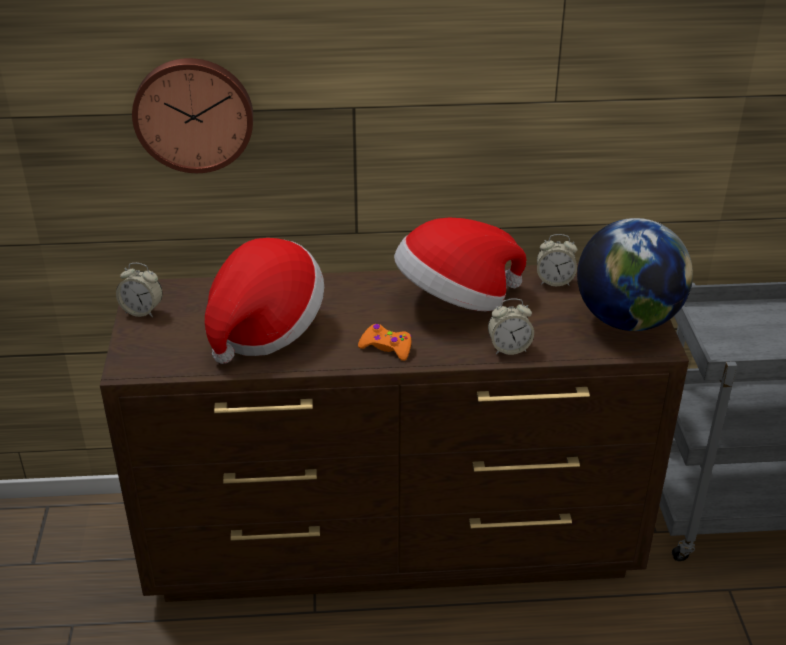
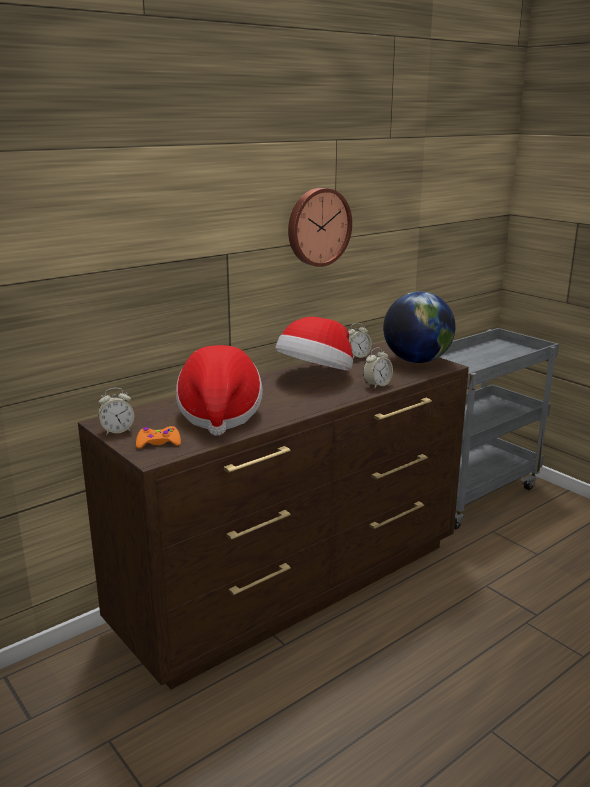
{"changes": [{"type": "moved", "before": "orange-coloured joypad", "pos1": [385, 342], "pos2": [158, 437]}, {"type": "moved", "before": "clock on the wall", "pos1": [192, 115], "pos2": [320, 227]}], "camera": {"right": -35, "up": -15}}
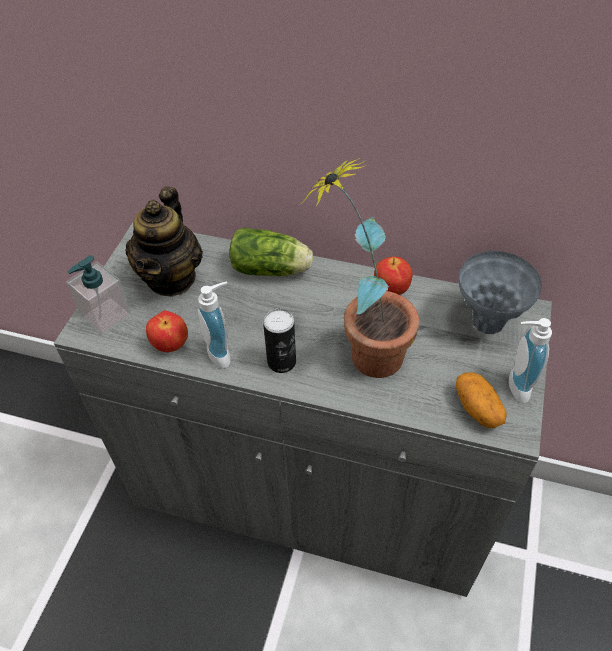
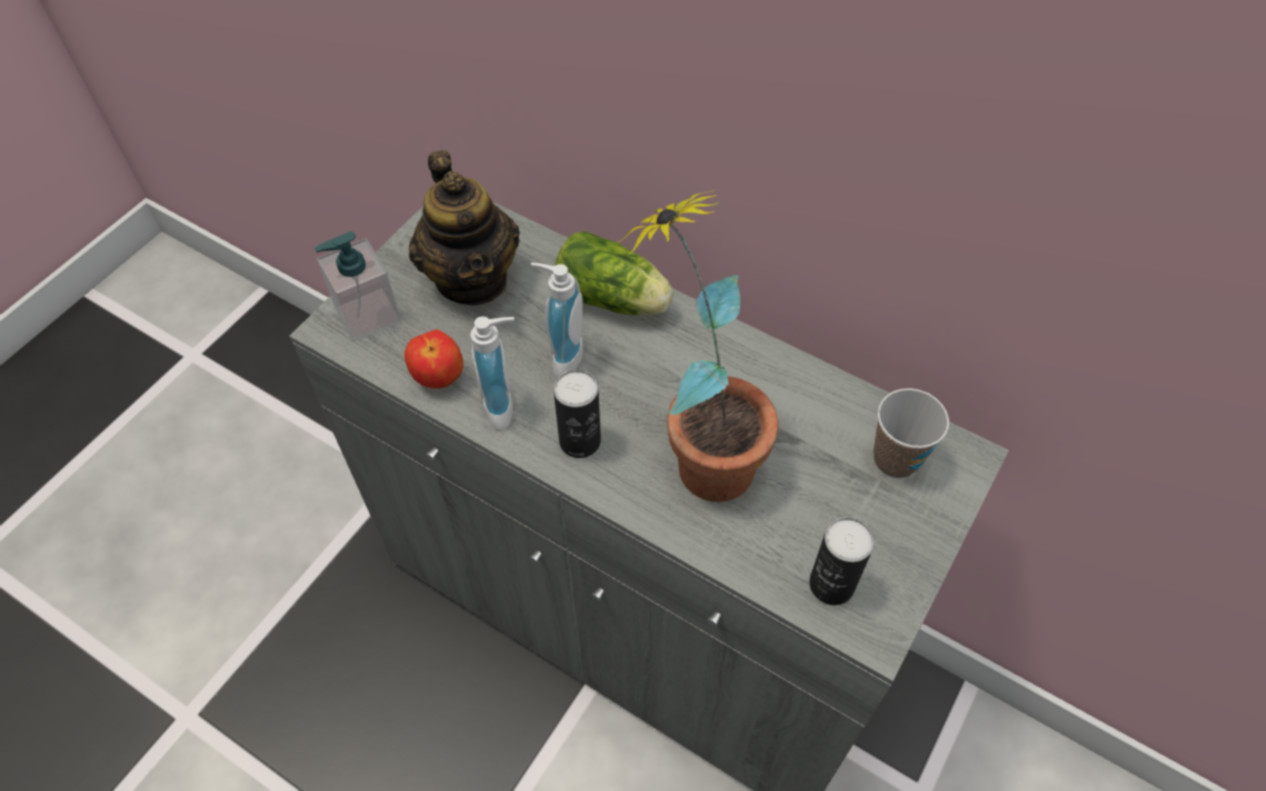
{"changes": [{"type": "turned", "before": "teapot", "pos1": [164, 241], "pos2": [464, 228], "turn": -45}, {"type": "moved", "before": "liquid soap bottle", "pos1": [530, 360], "pos2": [557, 320]}, {"type": "replaced", "before": "whole potato", "after": "sealed can", "pos1": [481, 400], "pos2": [841, 561]}, {"type": "replaced", "before": "grey decorative vase", "after": "small cup", "pos1": [500, 292], "pos2": [911, 433]}, {"type": "removed", "before": "apple", "pos1": [393, 276]}], "camera": {"right": 15, "up": 5}}
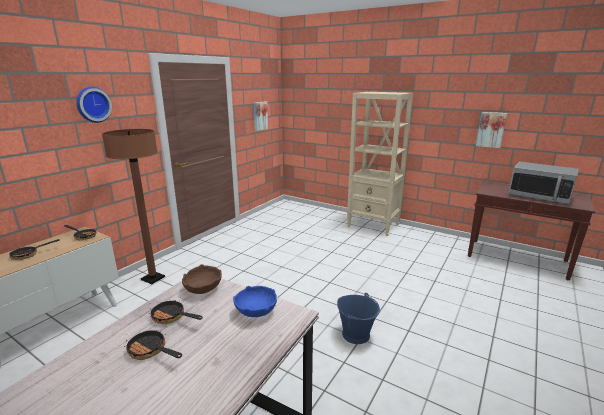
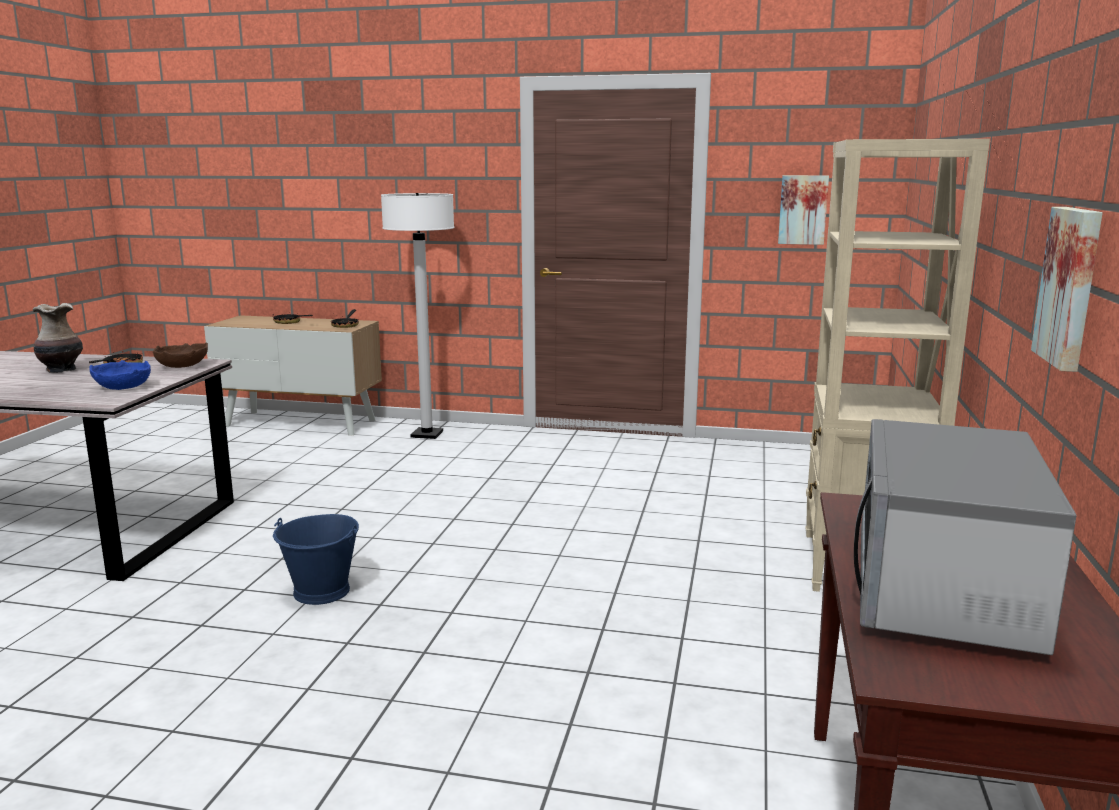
{"changes": [{"type": "replaced", "before": "skillet", "after": "decorative vase", "pos1": [153, 345], "pos2": [58, 338]}, {"type": "recoloured", "before": "brownish floor lamp", "after": "whitish floor lamp", "pos1": [133, 206], "pos2": [417, 316]}, {"type": "removed", "before": "clock on the wall", "pos1": [94, 105]}], "camera": {"right": 70, "up": -5}}
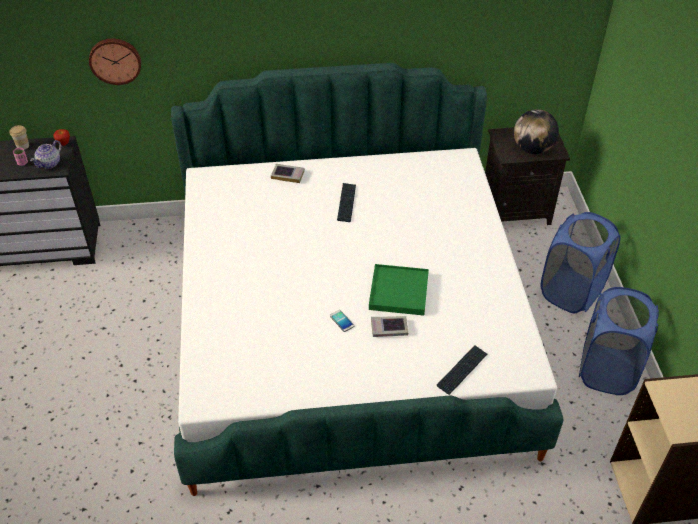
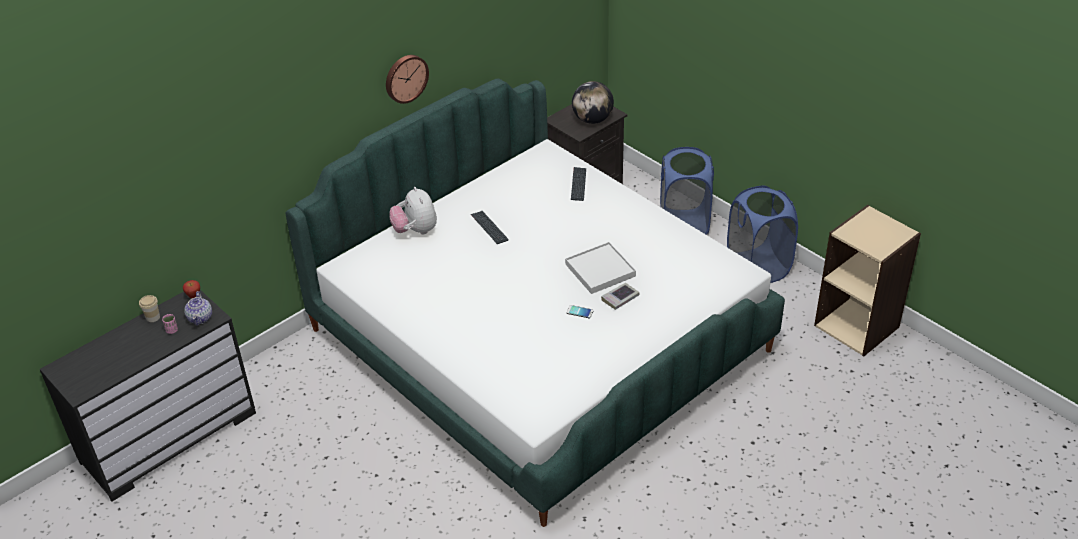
{"changes": [{"type": "moved", "before": "clock on the wall", "pos1": [115, 61], "pos2": [407, 79]}, {"type": "replaced", "before": "volume", "after": "plush toy", "pos1": [288, 173], "pos2": [413, 211]}, {"type": "recoloured", "before": "green-coloured carrying tray", "after": "whitish carrying tray", "pos1": [399, 290], "pos2": [600, 268]}, {"type": "moved", "before": "PC keyboard", "pos1": [461, 370], "pos2": [578, 184]}], "camera": {"right": -35, "up": -5}}
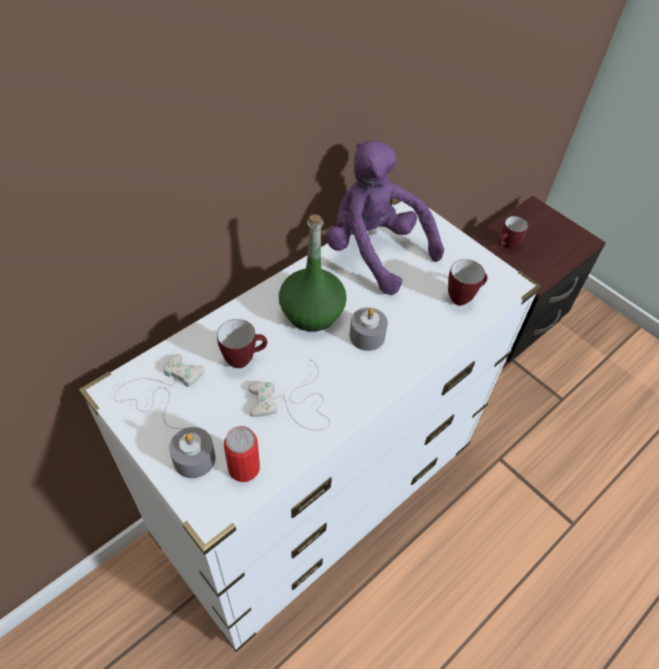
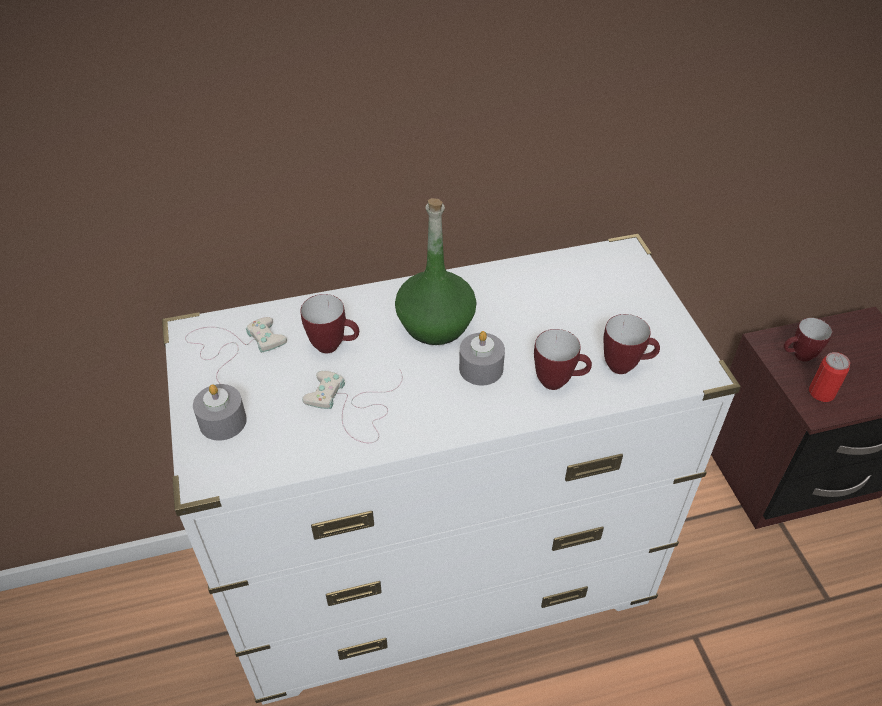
{"changes": [{"type": "added", "after": "tea mug", "pos2": [563, 359]}, {"type": "moved", "before": "sealed can", "pos1": [242, 454], "pos2": [829, 377]}, {"type": "removed", "before": "purple-coloured plush toy", "pos1": [385, 217]}], "camera": {"right": 30, "up": -5}}
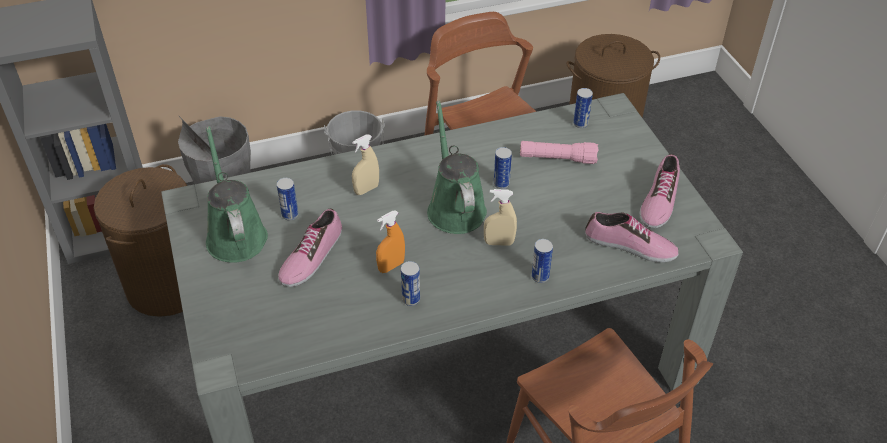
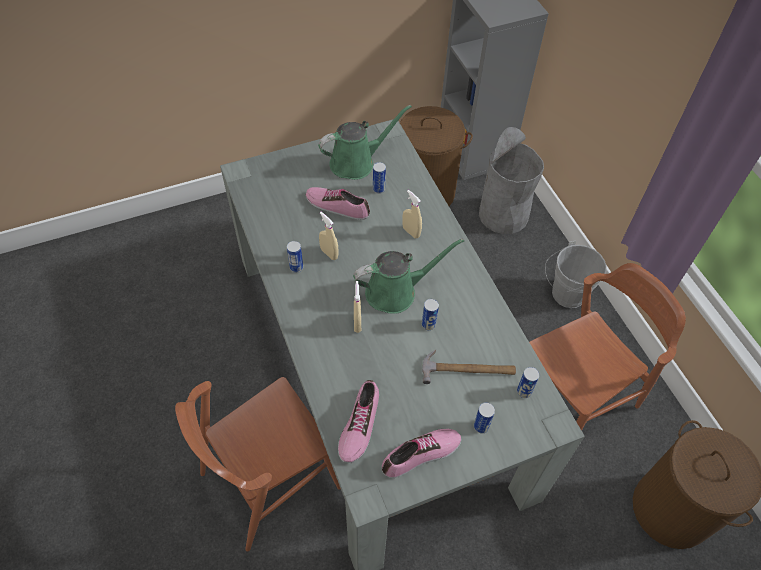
{"changes": [{"type": "recoloured", "before": "orange-coloured hand sprayer", "after": "beige hand sprayer", "pos1": [390, 242], "pos2": [328, 236]}, {"type": "turned", "before": "item of footwear", "pos1": [660, 191], "pos2": [421, 453], "turn": 135}, {"type": "replaced", "before": "pink-coloured torch", "after": "tool hammer", "pos1": [559, 152], "pos2": [469, 367]}, {"type": "moved", "before": "sealed can", "pos1": [542, 261], "pos2": [484, 417]}], "camera": {"right": 85, "up": 10}}
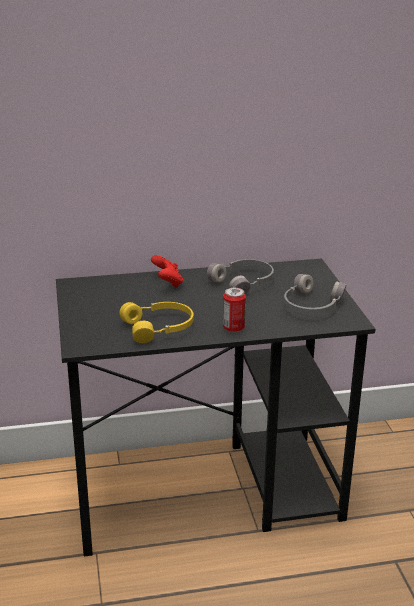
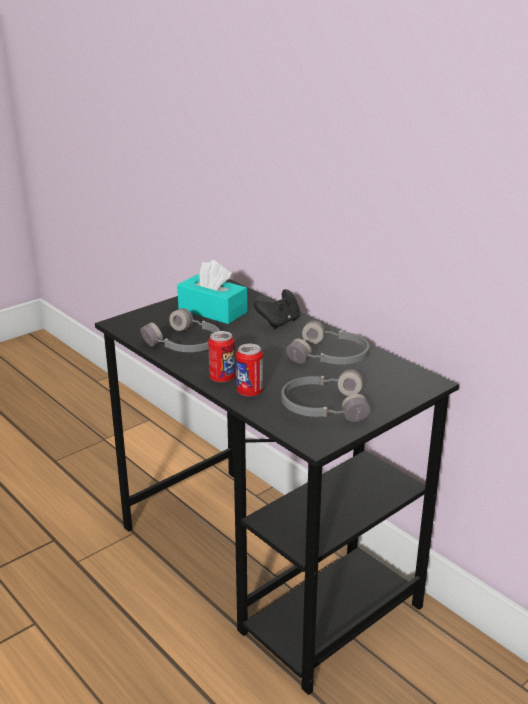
{"changes": [{"type": "recoloured", "before": "yellow-coloured pair of headphones", "after": "grey pair of headphones", "pos1": [156, 322], "pos2": [180, 330]}, {"type": "added", "after": "blue-green tissue holder", "pos2": [212, 292]}, {"type": "added", "after": "sealed can", "pos2": [249, 370]}, {"type": "recoloured", "before": "reddish joypad", "after": "black joypad", "pos1": [167, 271], "pos2": [277, 309]}], "camera": {"right": 60, "up": 0}}
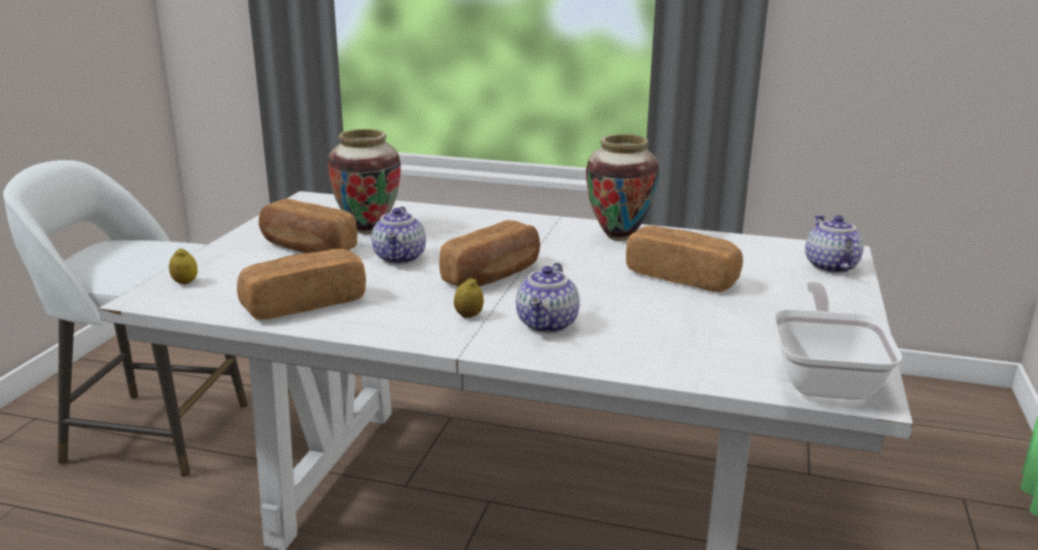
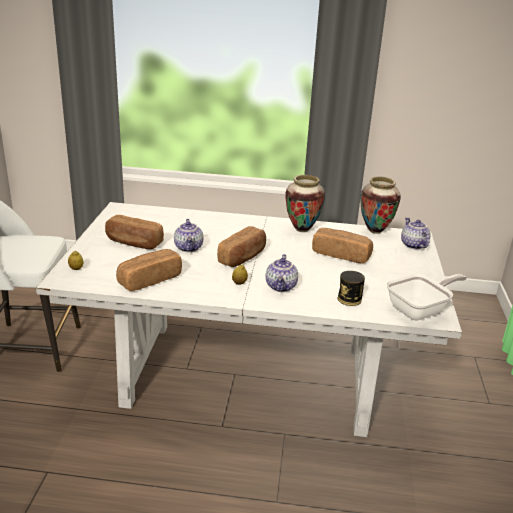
{"changes": [{"type": "added", "after": "sealed can", "pos2": [351, 288]}, {"type": "moved", "before": "decorative vase", "pos1": [364, 181], "pos2": [380, 205]}, {"type": "turned", "before": "skillet", "pos1": [837, 340], "pos2": [426, 297], "turn": 60}], "camera": {"right": -10, "up": 5}}
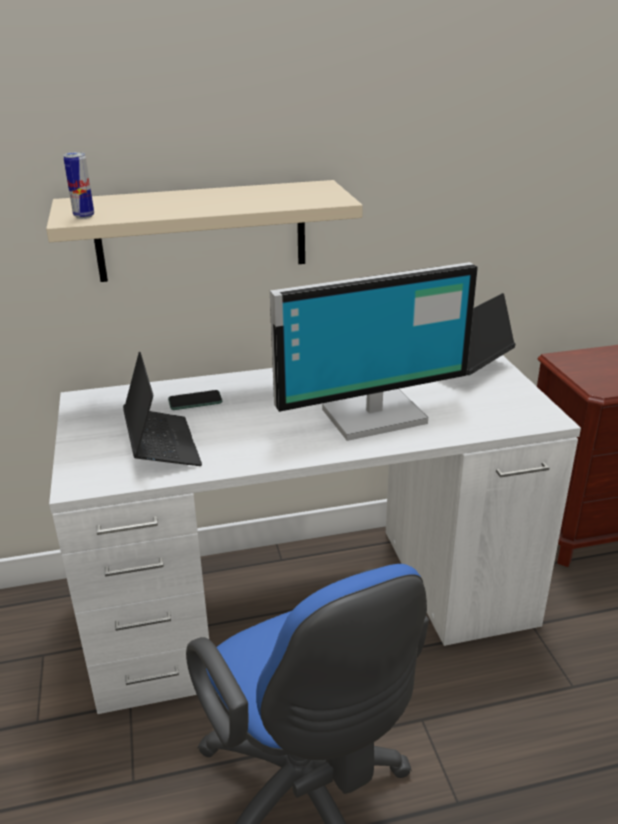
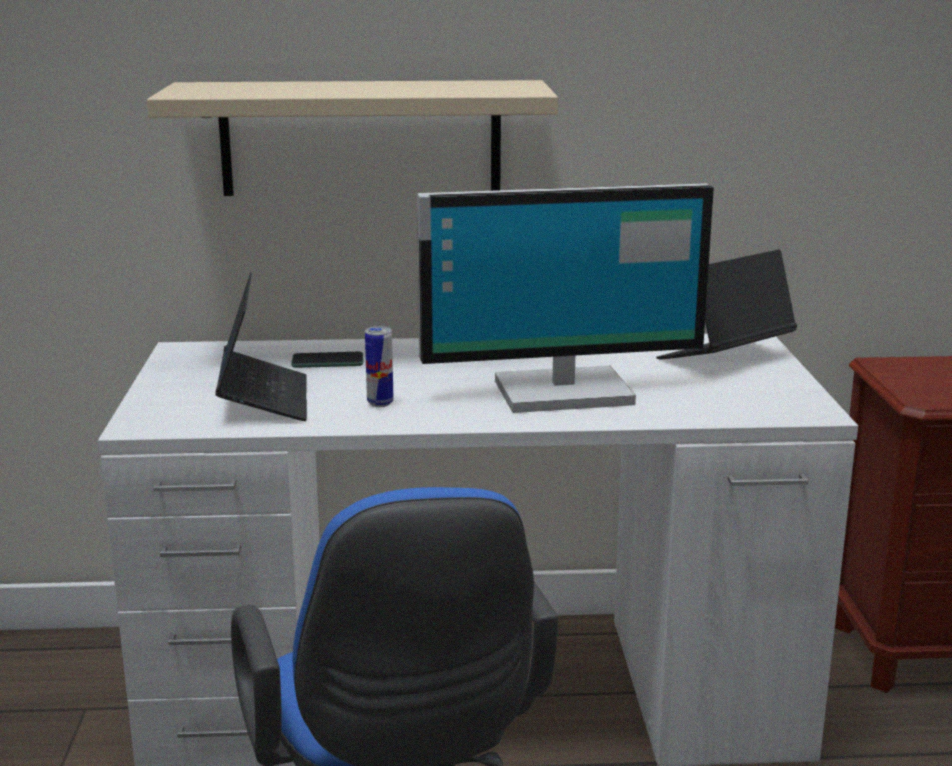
{"changes": [{"type": "moved", "before": "sealed can", "pos1": [78, 185], "pos2": [379, 366]}], "camera": {"right": 10, "up": -10}}
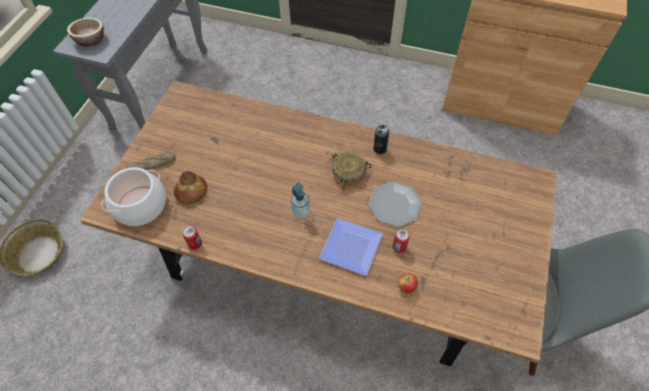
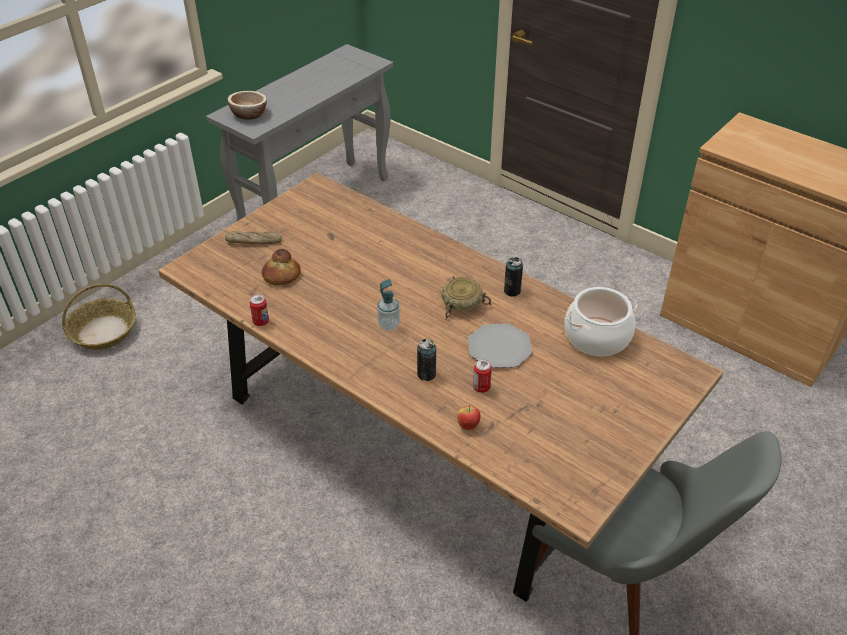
{"changes": [{"type": "replaced", "before": "flat dish", "after": "sealed can", "pos1": [351, 247], "pos2": [426, 360]}, {"type": "moved", "before": "cooking pot", "pos1": [133, 196], "pos2": [600, 321]}], "camera": {"right": 20, "up": -15}}
